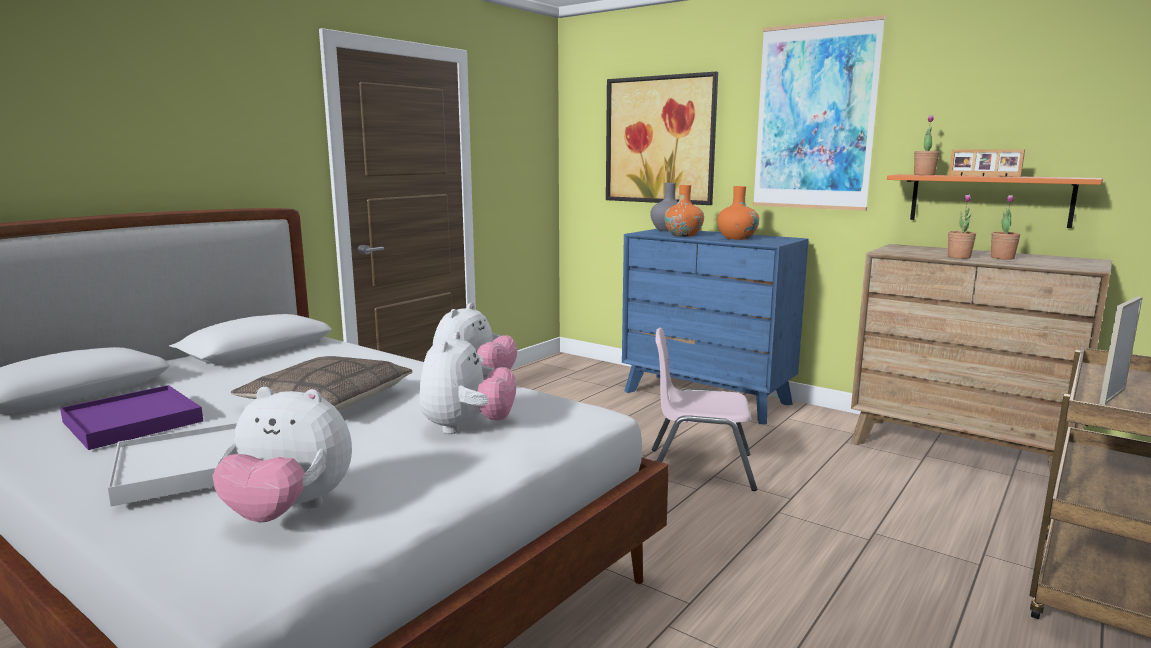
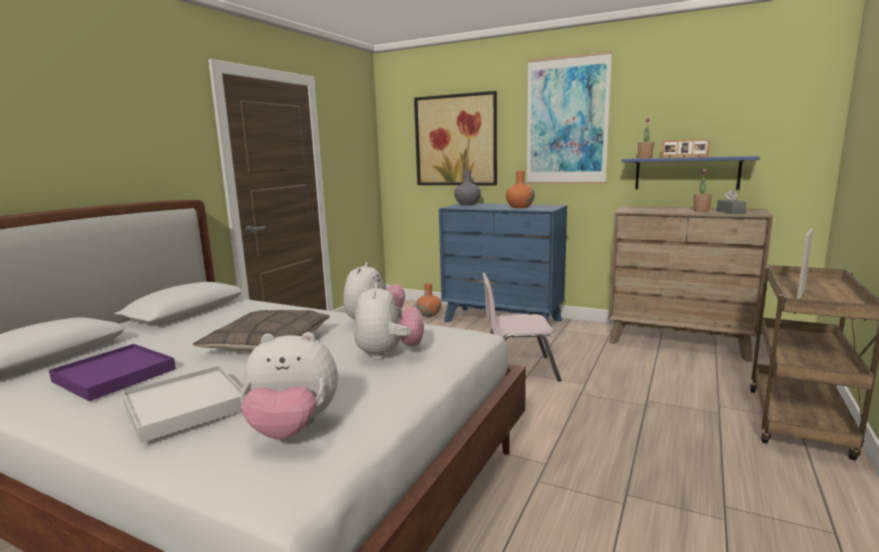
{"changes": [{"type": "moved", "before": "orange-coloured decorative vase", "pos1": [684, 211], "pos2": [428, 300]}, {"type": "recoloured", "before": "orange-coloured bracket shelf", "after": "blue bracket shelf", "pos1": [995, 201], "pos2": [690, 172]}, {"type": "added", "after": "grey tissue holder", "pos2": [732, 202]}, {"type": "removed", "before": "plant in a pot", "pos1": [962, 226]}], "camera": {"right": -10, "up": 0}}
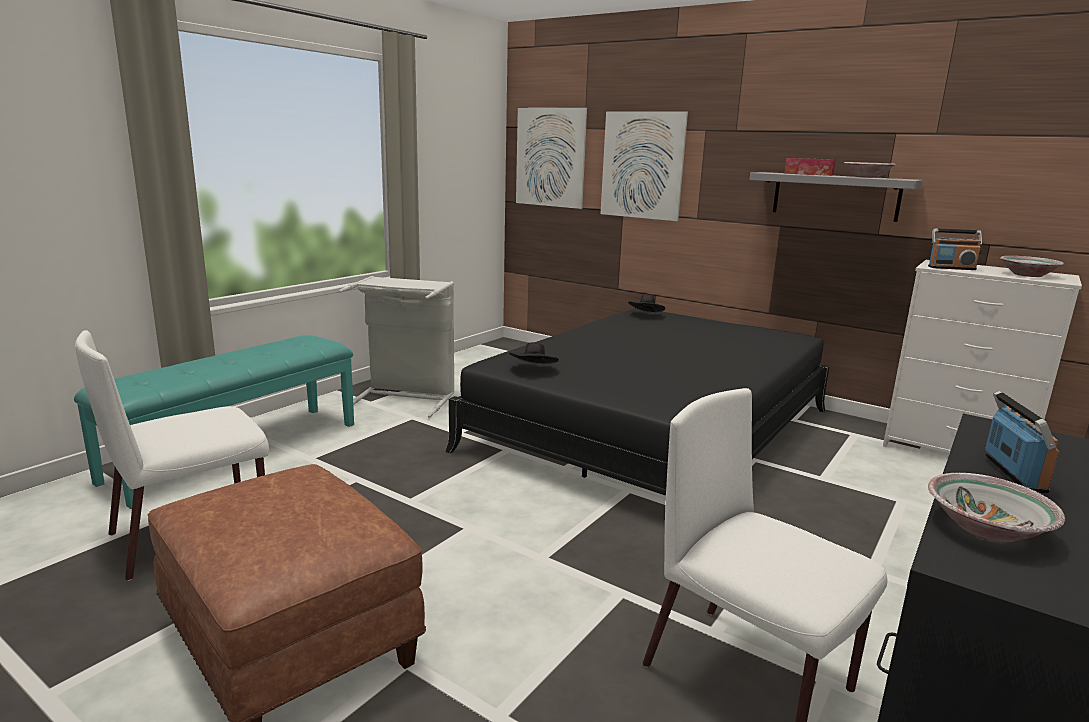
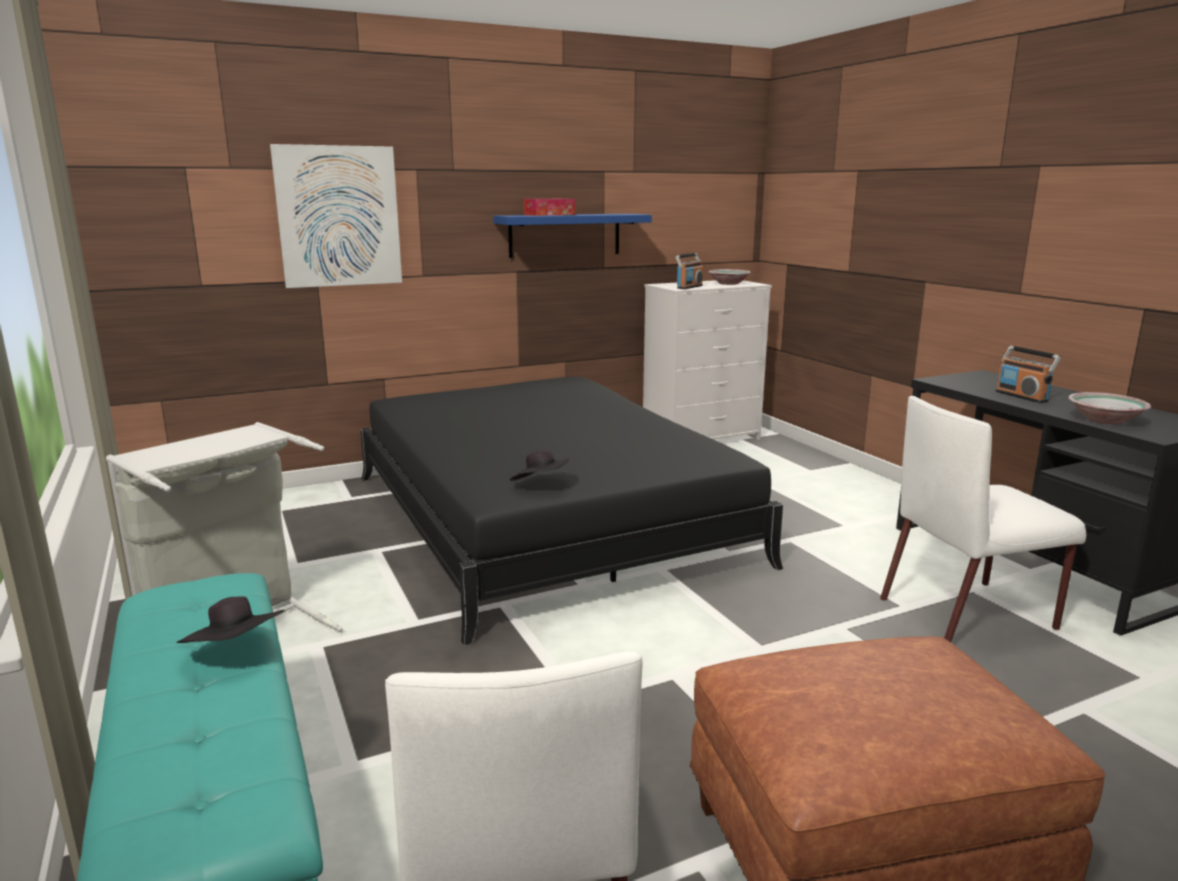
{"changes": [{"type": "moved", "before": "black wearable hat", "pos1": [646, 304], "pos2": [230, 619]}, {"type": "recoloured", "before": "grey bracket shelf", "after": "blue bracket shelf", "pos1": [836, 197], "pos2": [572, 236]}, {"type": "turned", "before": "radio receiver", "pos1": [1022, 442], "pos2": [1028, 374], "turn": -150}, {"type": "removed", "before": "picture", "pos1": [551, 158]}, {"type": "removed", "before": "bowl", "pos1": [870, 170]}], "camera": {"right": -60, "up": 0}}
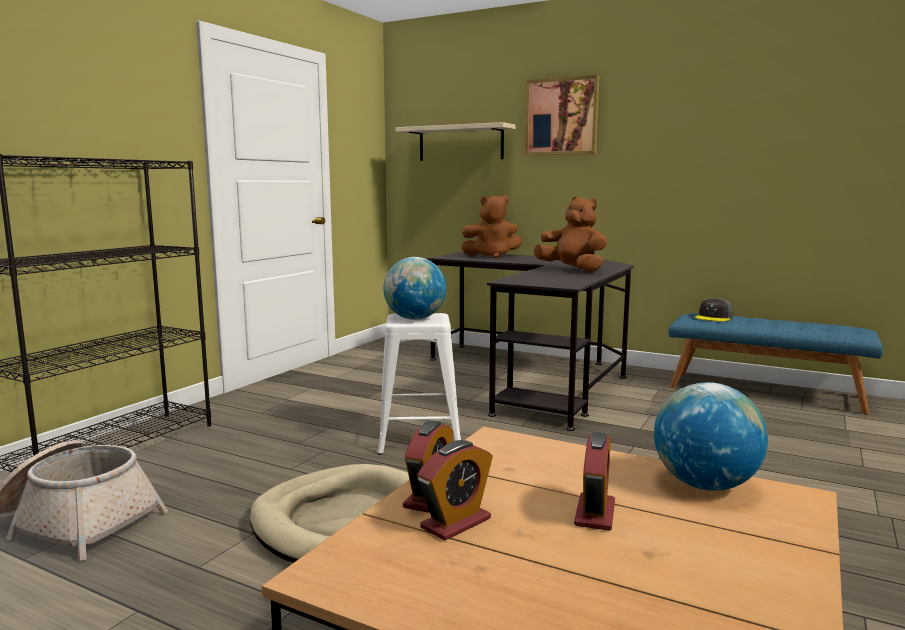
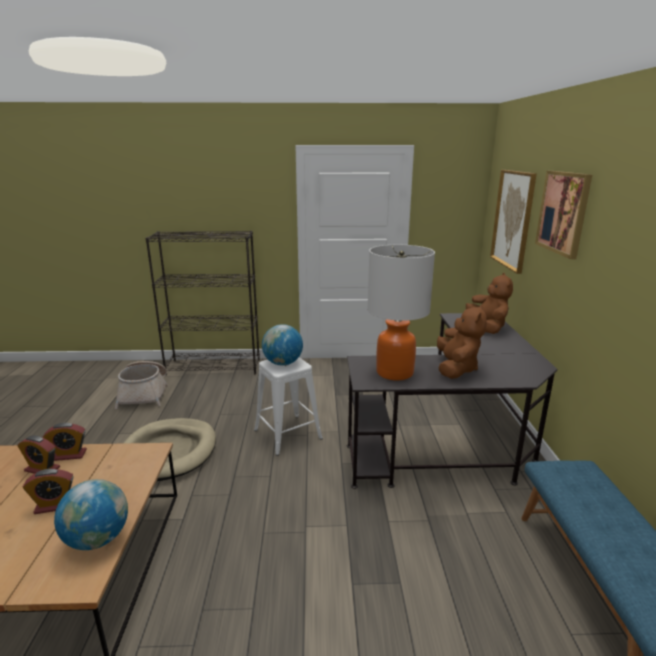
{"changes": [{"type": "added", "after": "tabletop lamp", "pos2": [401, 313]}, {"type": "turned", "before": "brownish plush toy", "pos1": [491, 226], "pos2": [489, 303], "turn": -150}, {"type": "replaced", "before": "beige bracket shelf", "after": "picture", "pos1": [455, 141], "pos2": [513, 222]}, {"type": "removed", "before": "grey peaked cap", "pos1": [714, 310]}], "camera": {"right": 60, "up": 10}}
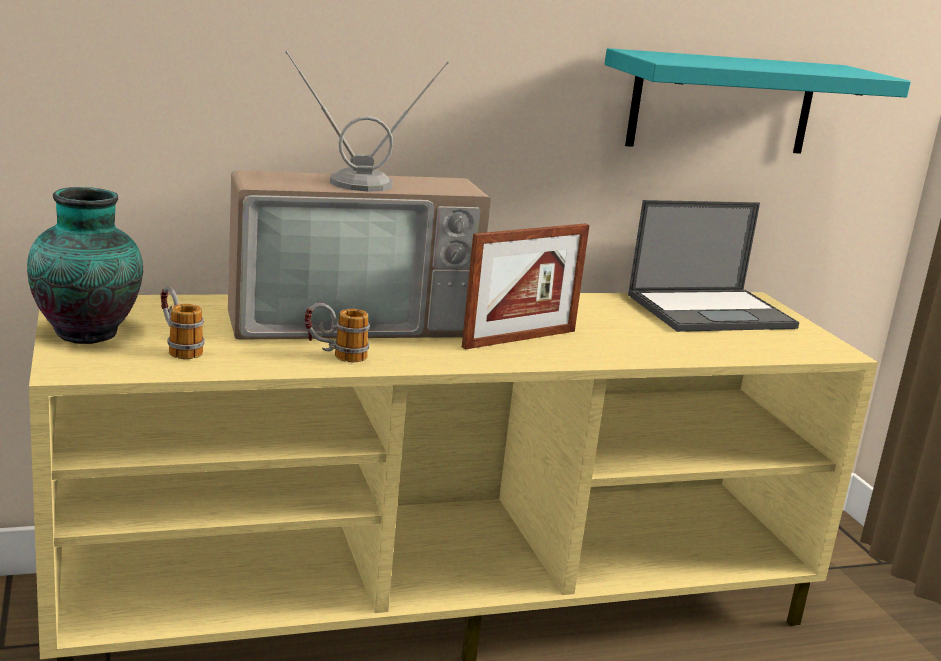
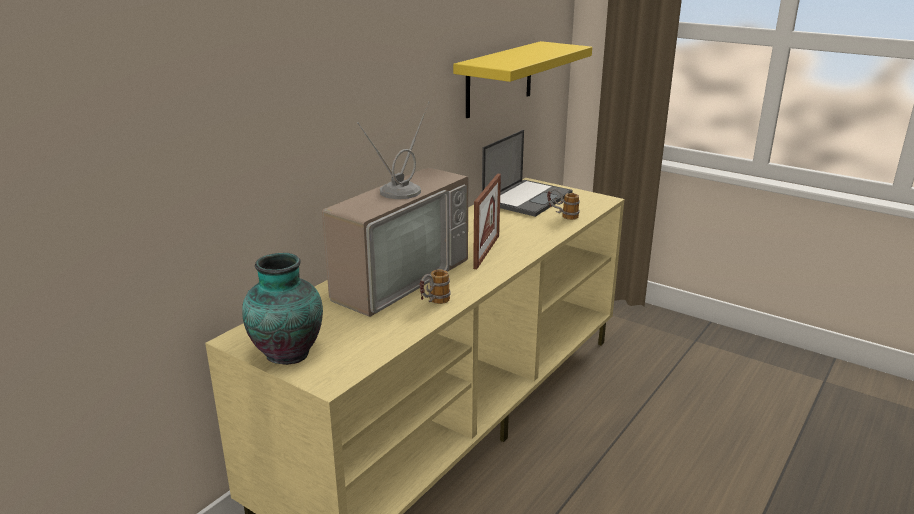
{"changes": [{"type": "recoloured", "before": "blue-green bracket shelf", "after": "yellow-coloured bracket shelf", "pos1": [758, 101], "pos2": [522, 79]}, {"type": "moved", "before": "tea mug", "pos1": [183, 322], "pos2": [563, 204]}], "camera": {"right": -35, "up": 5}}
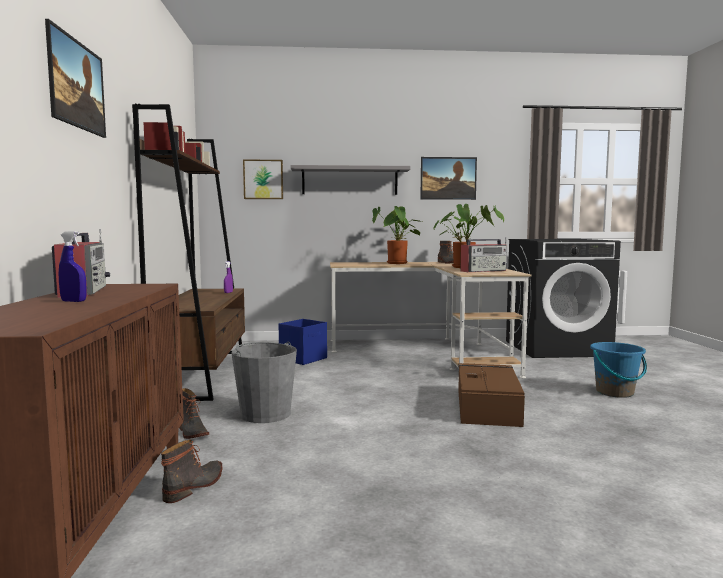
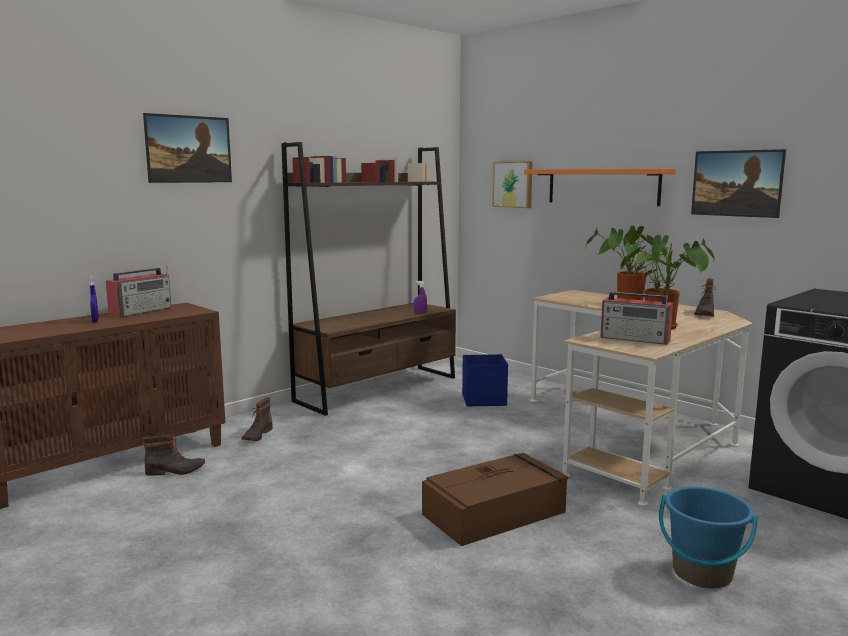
{"changes": [{"type": "recoloured", "before": "grey bracket shelf", "after": "orange-coloured bracket shelf", "pos1": [351, 180], "pos2": [600, 187]}, {"type": "removed", "before": "grey pail", "pos1": [264, 382]}], "camera": {"right": 50, "up": 5}}
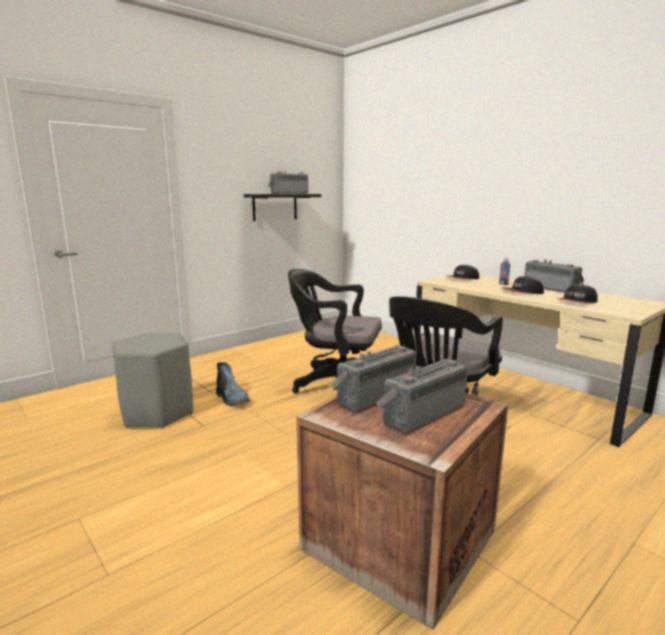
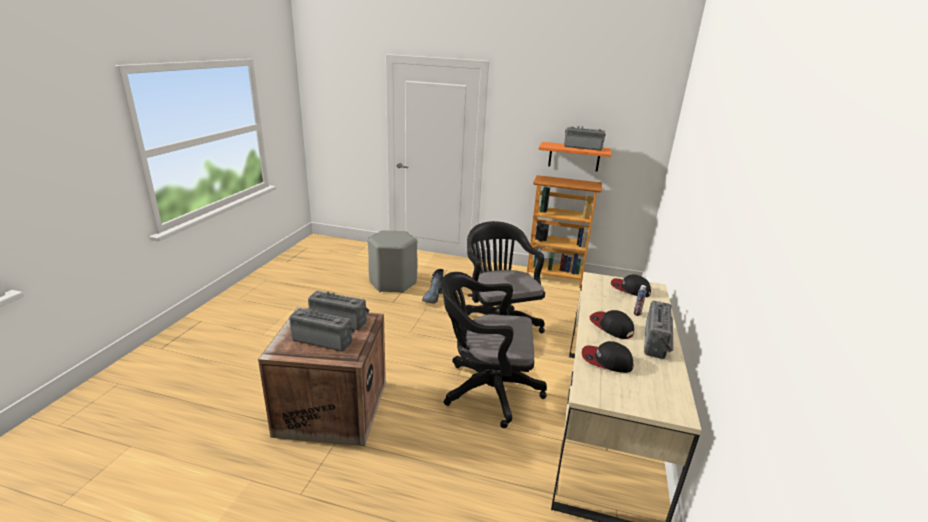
{"changes": [{"type": "added", "after": "bookshelf", "pos2": [564, 231]}, {"type": "recoloured", "before": "black bracket shelf", "after": "orange-coloured bracket shelf", "pos1": [282, 207], "pos2": [574, 157]}], "camera": {"right": 55, "up": 10}}
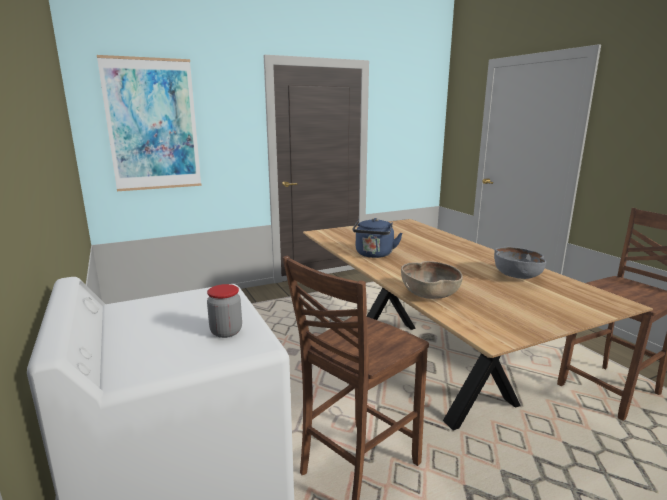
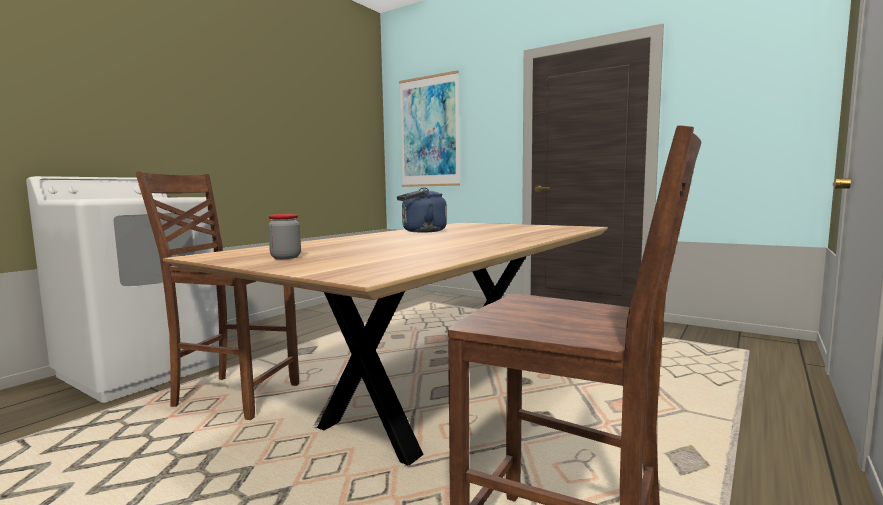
{"changes": [{"type": "moved", "before": "jar", "pos1": [224, 311], "pos2": [284, 236]}, {"type": "removed", "before": "brownish bowl", "pos1": [432, 280]}, {"type": "removed", "before": "grey bowl", "pos1": [520, 263]}], "camera": {"right": 60, "up": -10}}
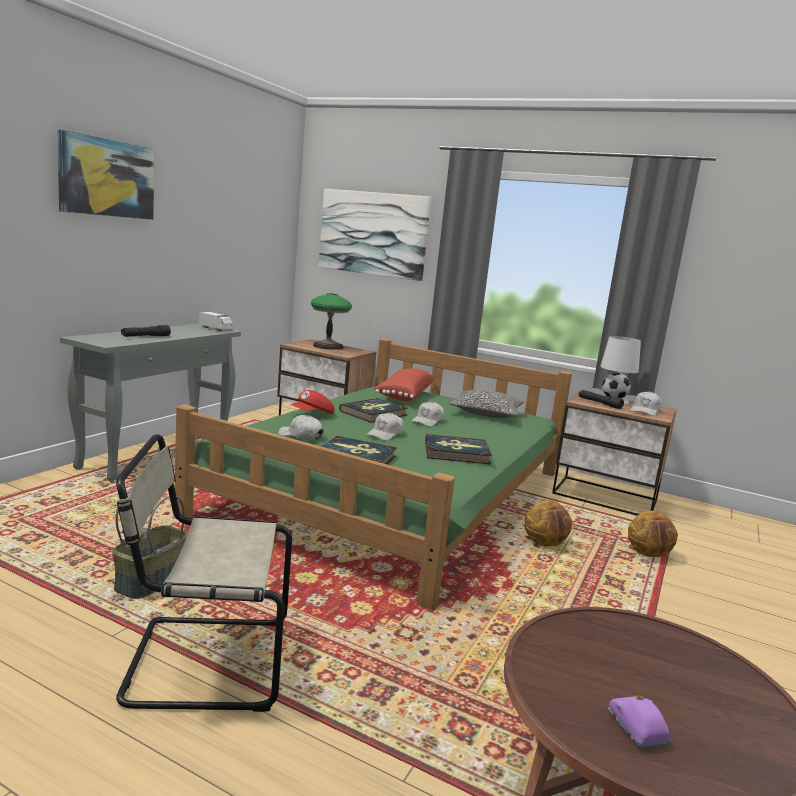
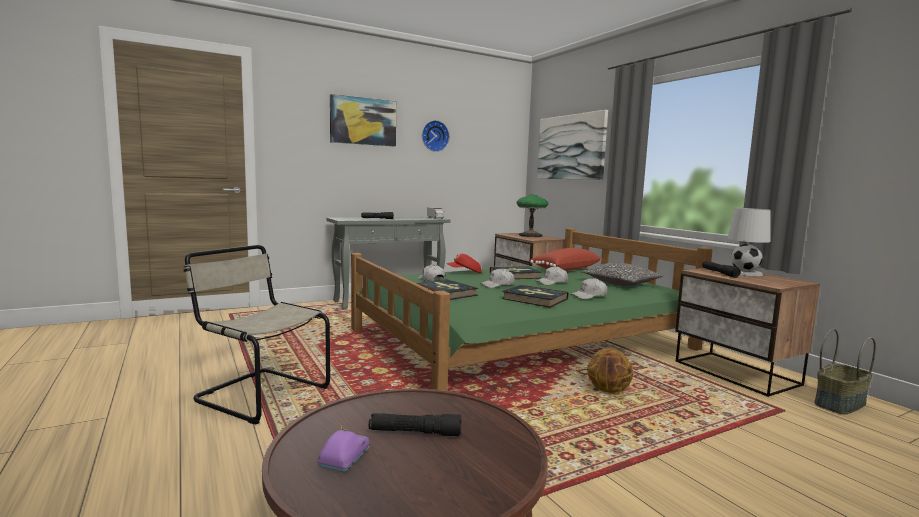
{"changes": [{"type": "added", "after": "black torch", "pos2": [415, 424]}, {"type": "added", "after": "clock on the wall", "pos2": [435, 136]}, {"type": "moved", "before": "whitish peaked cap", "pos1": [646, 403], "pos2": [588, 288]}, {"type": "moved", "before": "household basket", "pos1": [150, 544], "pos2": [845, 371]}, {"type": "removed", "before": "basketball", "pos1": [653, 534]}], "camera": {"right": 35, "up": -5}}
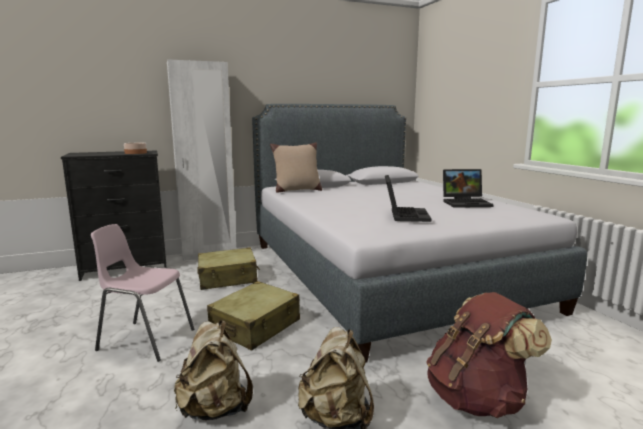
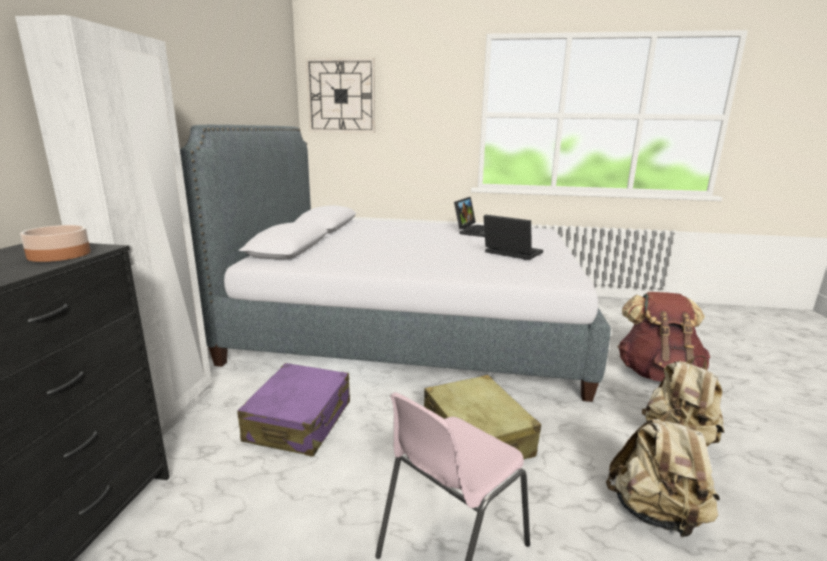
{"changes": [{"type": "recoloured", "before": "beige travel case", "after": "purple-coloured travel case", "pos1": [228, 268], "pos2": [293, 410]}, {"type": "added", "after": "clock on the wall", "pos2": [340, 95]}, {"type": "removed", "before": "beige cushion", "pos1": [296, 168]}], "camera": {"right": -60, "up": 5}}
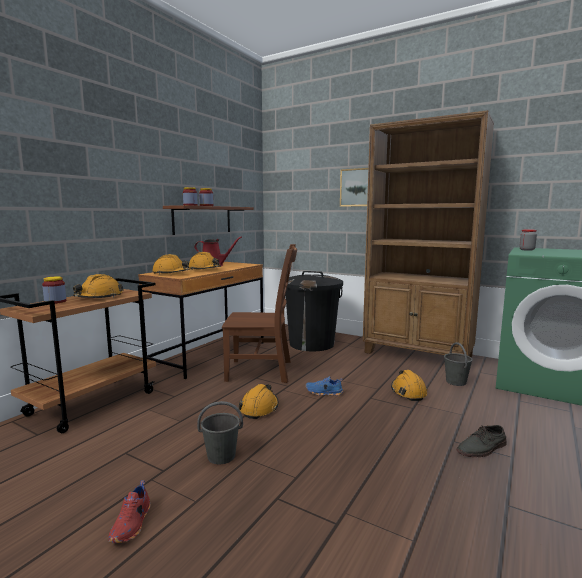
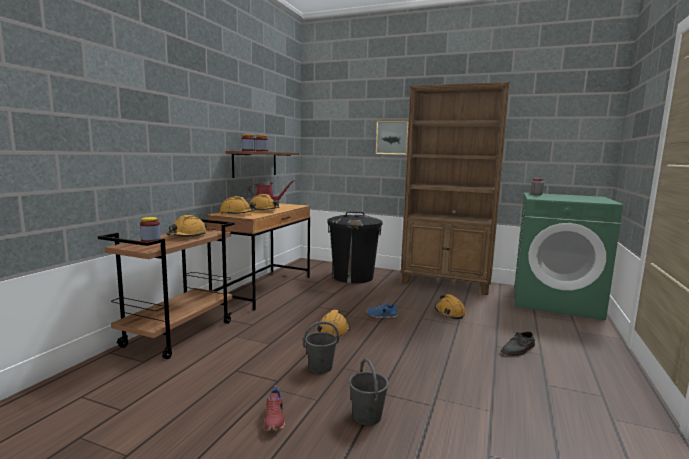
{"changes": [{"type": "moved", "before": "grey pail", "pos1": [458, 364], "pos2": [369, 392]}, {"type": "removed", "before": "brownish plain chair", "pos1": [259, 313]}], "camera": {"right": -10, "up": 0}}
